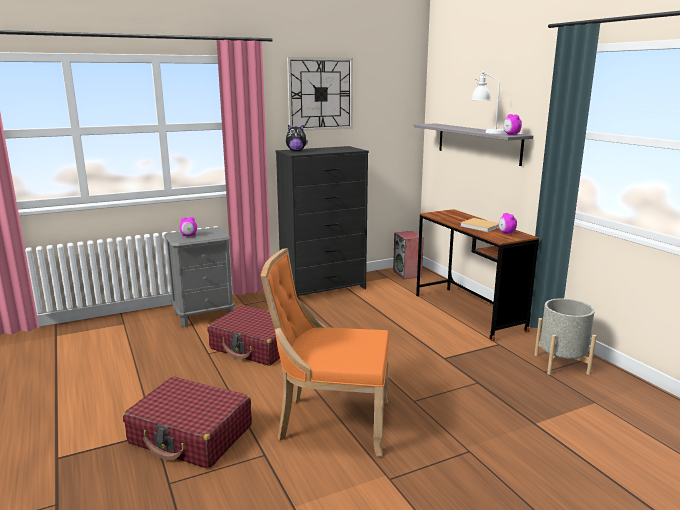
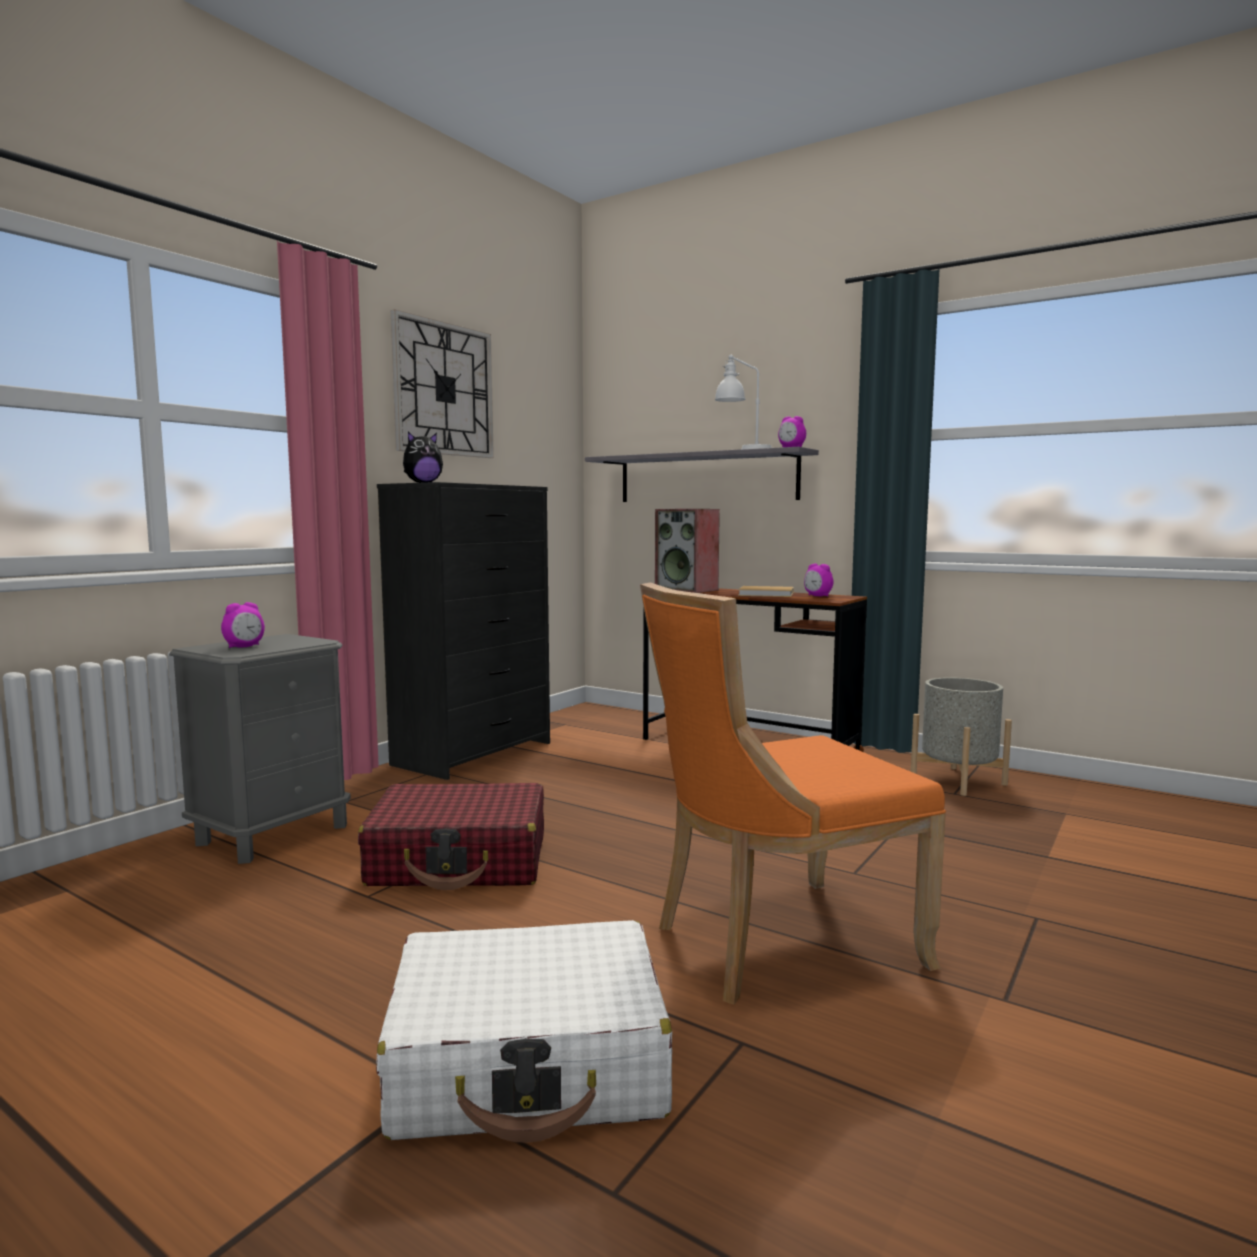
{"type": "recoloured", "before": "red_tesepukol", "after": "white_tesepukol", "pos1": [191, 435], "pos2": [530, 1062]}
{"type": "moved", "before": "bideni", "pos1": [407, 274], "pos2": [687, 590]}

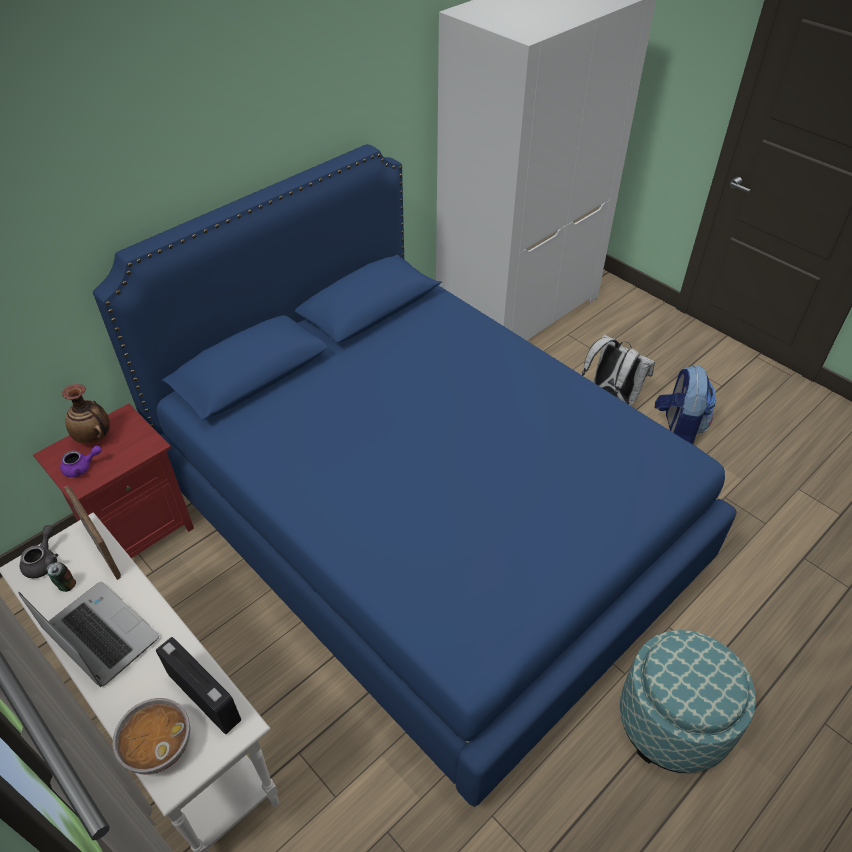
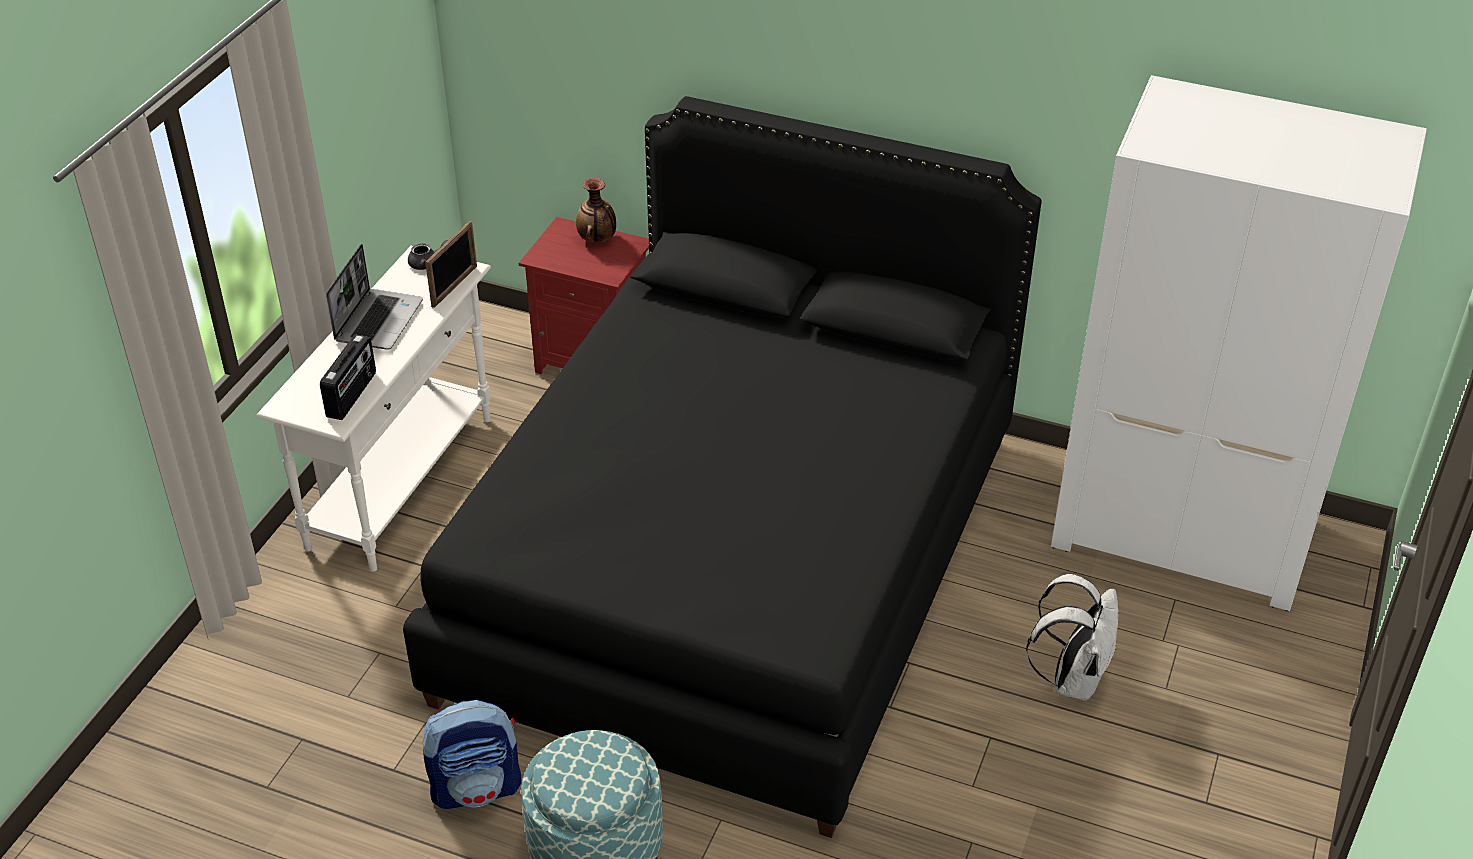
{"type": "recoloured", "before": "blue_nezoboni", "after": "black_nezoboni", "pos1": [425, 524], "pos2": [736, 563]}
{"type": "moved", "before": "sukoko", "pos1": [677, 430], "pos2": [477, 787]}
{"type": "removed", "before": "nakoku", "pos1": [66, 585]}
{"type": "removed", "before": "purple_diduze", "pos1": [82, 467]}
{"type": "removed", "before": "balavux", "pos1": [158, 745]}

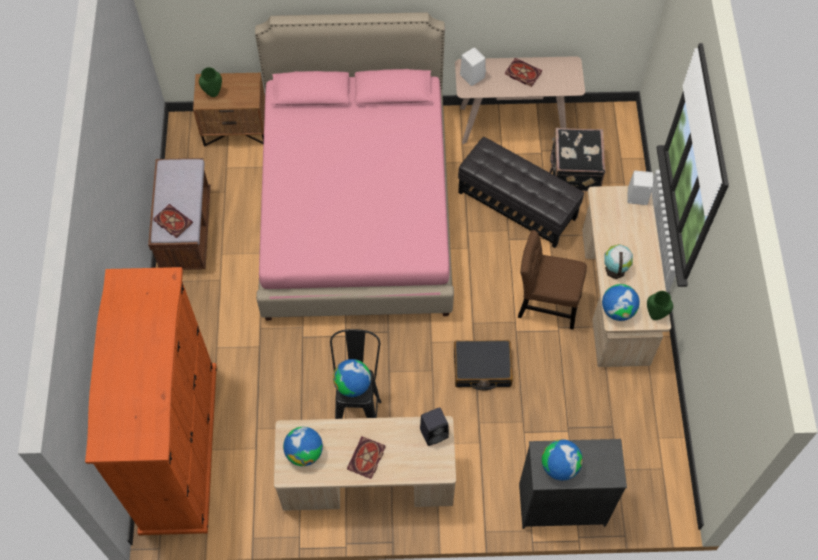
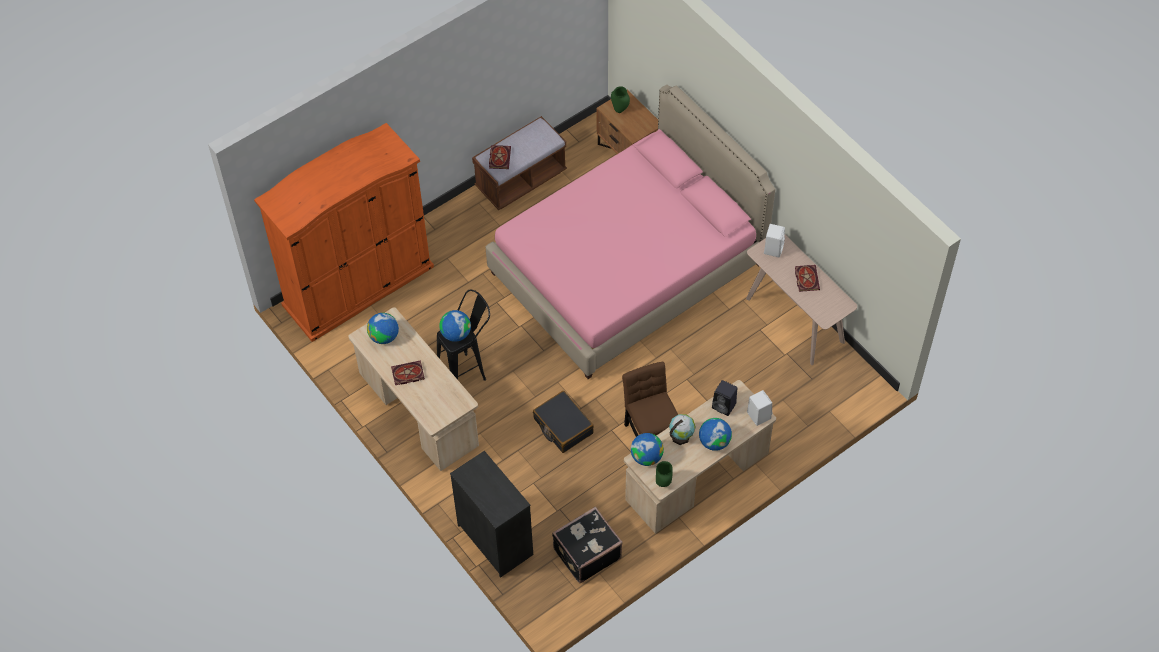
{"type": "moved", "before": "black_tesepukol", "pos1": [574, 170], "pos2": [586, 553]}
{"type": "moved", "before": "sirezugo", "pos1": [559, 466], "pos2": [714, 442]}
{"type": "moved", "before": "black_bideni", "pos1": [434, 432], "pos2": [724, 406]}
{"type": "removed", "before": "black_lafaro", "pos1": [517, 204]}

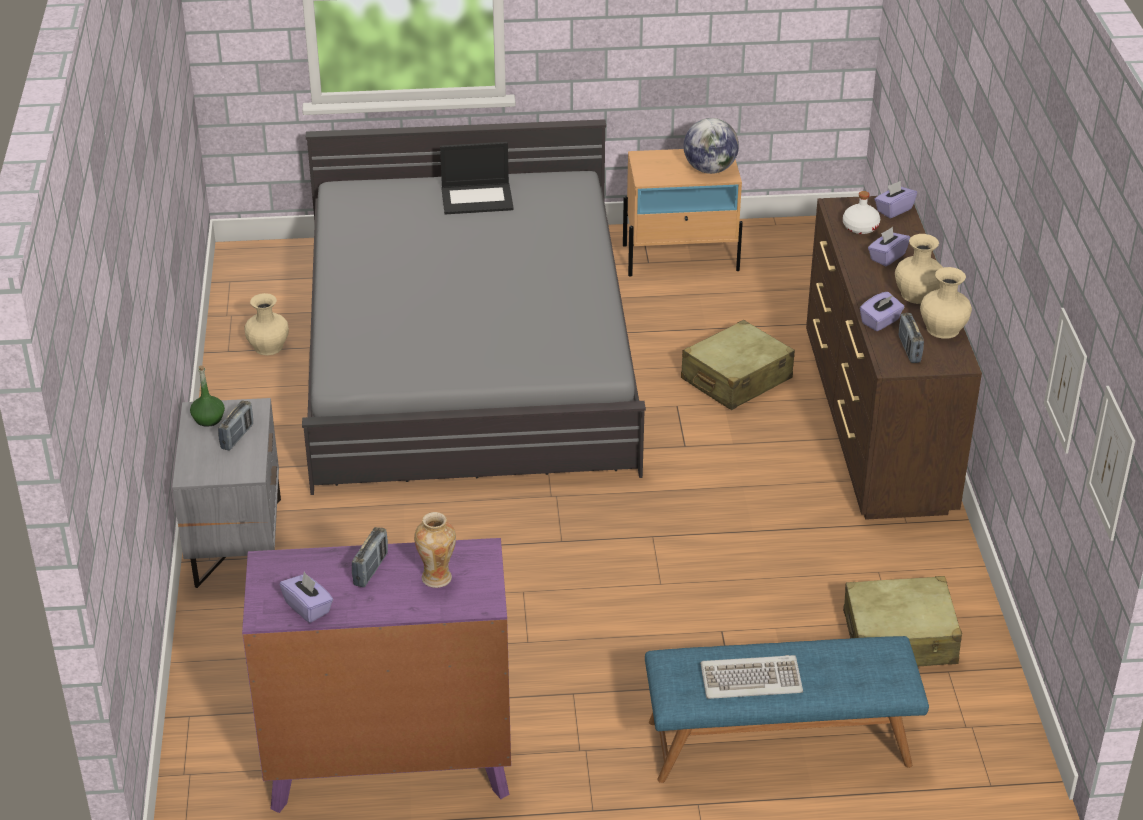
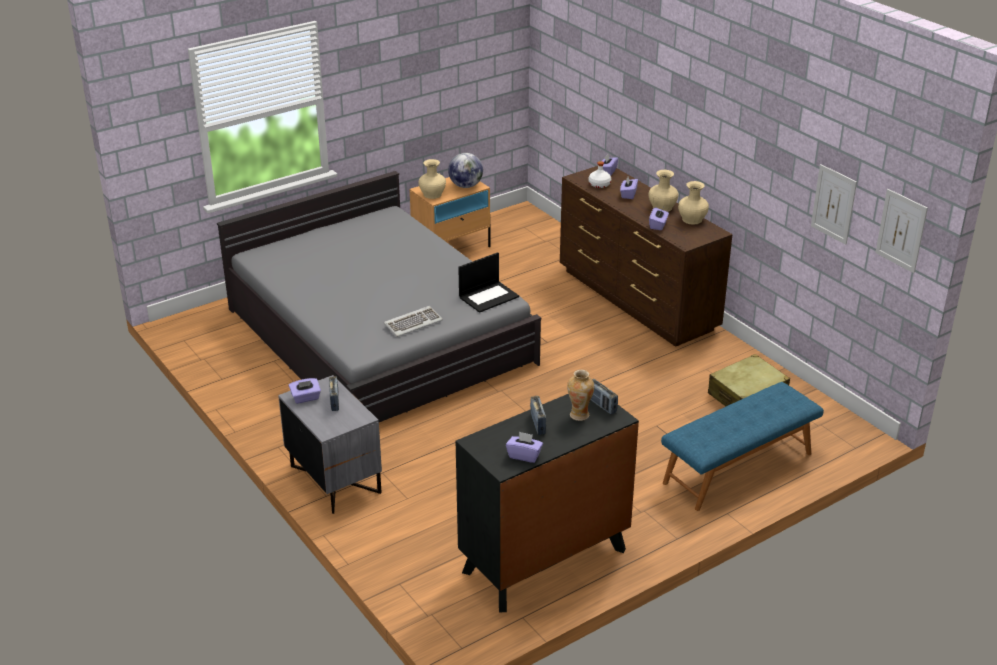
{"type": "replaced", "before": "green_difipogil", "after": "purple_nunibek", "pos1": [208, 419], "pos2": [305, 398]}
{"type": "moved", "before": "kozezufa", "pos1": [751, 679], "pos2": [413, 323]}
{"type": "moved", "before": "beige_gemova", "pos1": [268, 346], "pos2": [432, 194]}
{"type": "recoloured", "before": "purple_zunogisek", "after": "black_zunogisek", "pos1": [389, 764], "pos2": [544, 561]}
{"type": "moved", "before": "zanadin", "pos1": [478, 198], "pos2": [489, 296]}
{"type": "moved", "before": "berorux", "pos1": [909, 349], "pos2": [601, 405]}
{"type": "removed", "before": "beige_tesepukol", "pos1": [736, 379]}

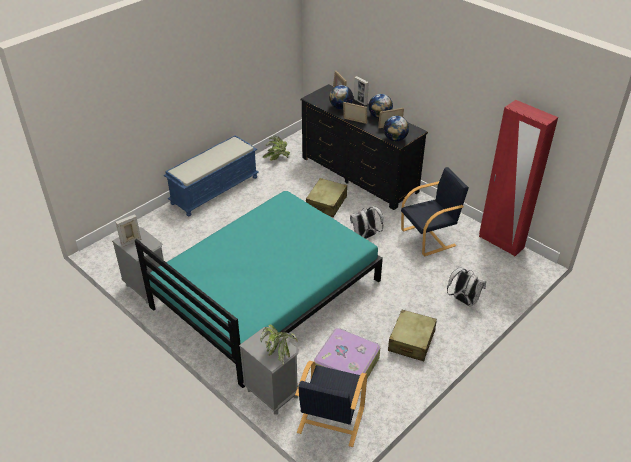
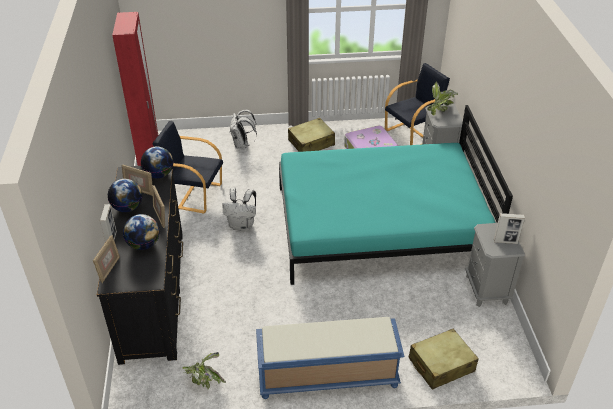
{"type": "moved", "before": "beige_tesepukol", "pos1": [326, 203], "pos2": [441, 365]}

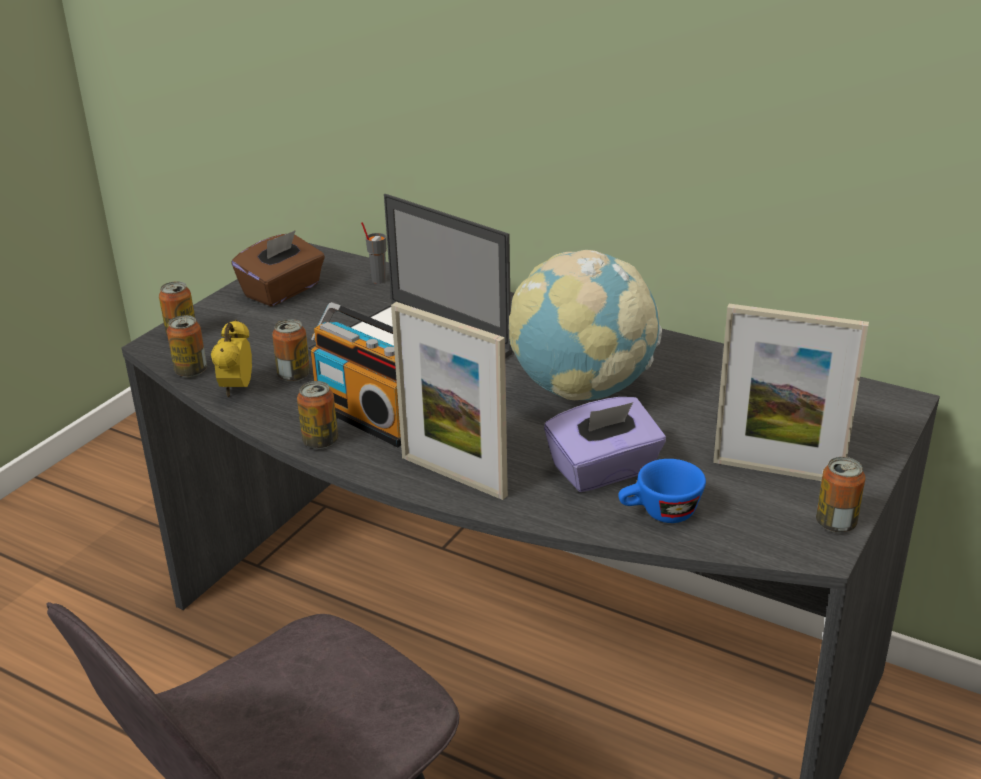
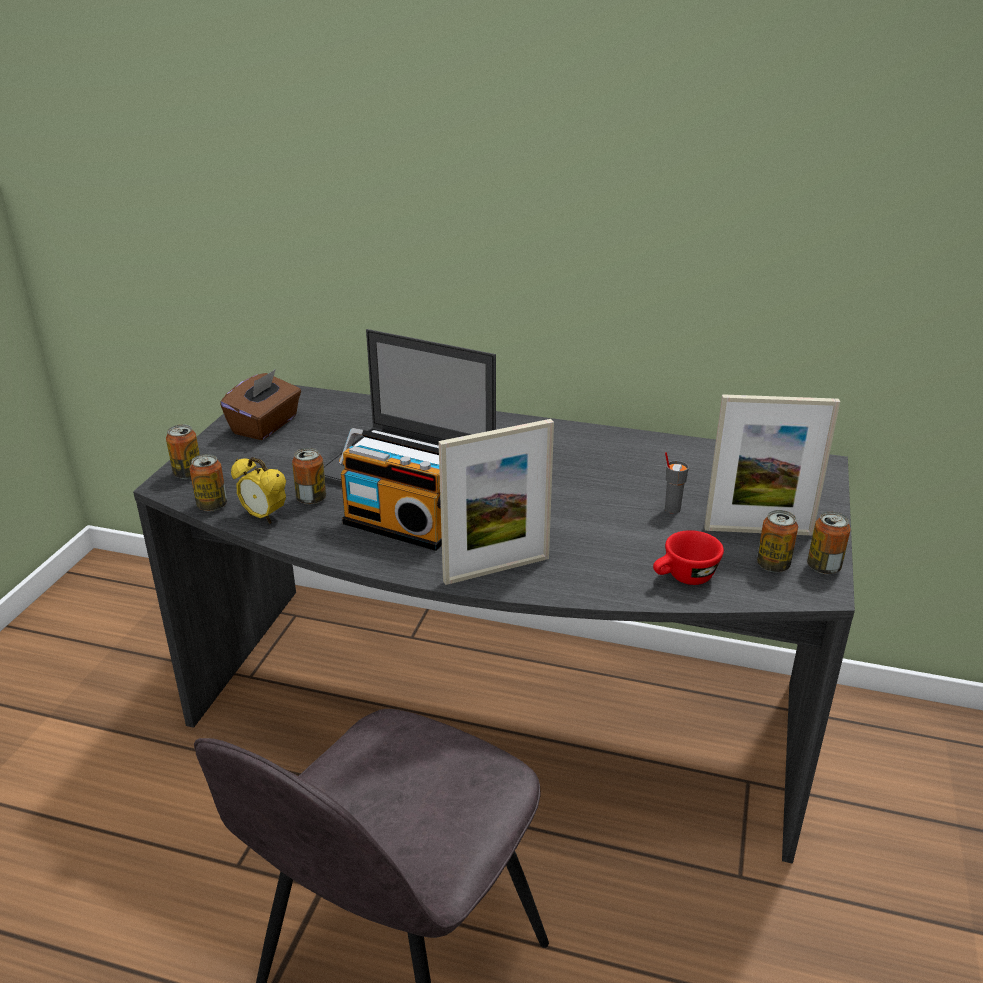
{"type": "turned", "before": "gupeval", "pos1": [237, 389], "pos2": [264, 517], "turn": -45}
{"type": "turned", "before": "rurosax", "pos1": [453, 476], "pos2": [496, 569], "turn": -45}
{"type": "recoloured", "before": "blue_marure", "after": "red_marure", "pos1": [660, 514], "pos2": [684, 578]}
{"type": "moved", "before": "grey_marure", "pos1": [378, 280], "pos2": [671, 509]}
{"type": "moved", "before": "nakoku", "pos1": [320, 441], "pos2": [773, 565]}
{"type": "removed", "before": "sirezugo", "pos1": [582, 390]}
{"type": "removed", "before": "purple_nunibek", "pos1": [604, 471]}

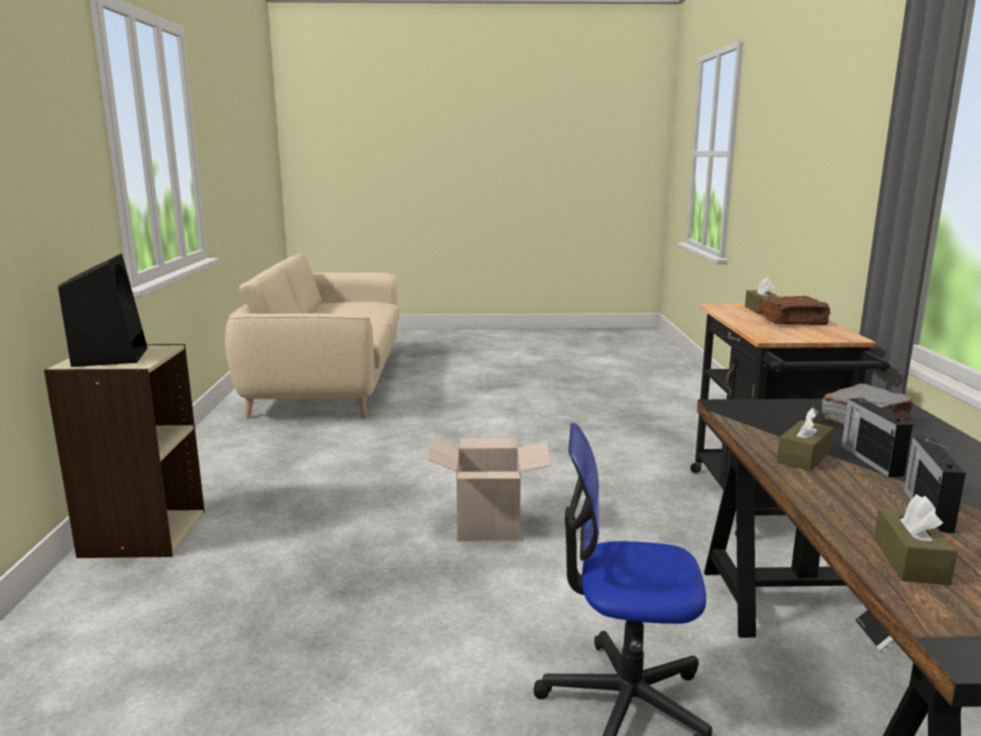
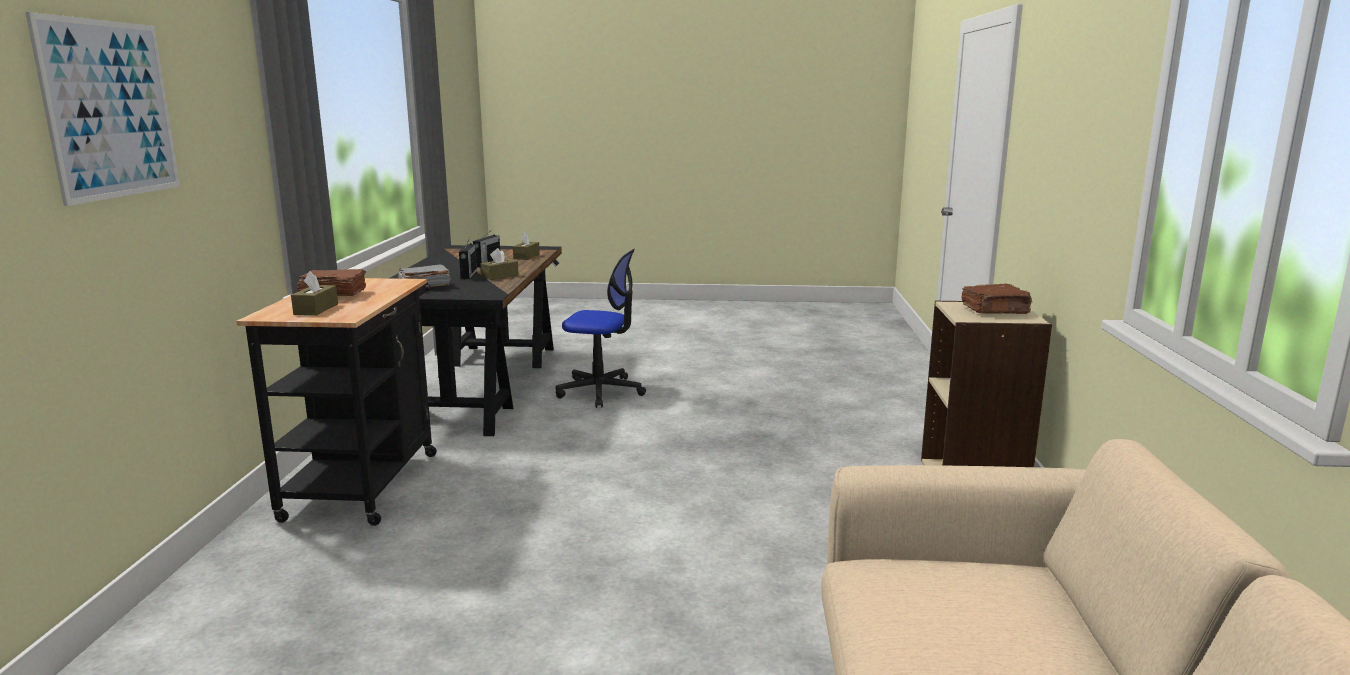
{"type": "added", "after": "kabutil", "pos2": [110, 109]}
{"type": "replaced", "before": "black_bideni", "after": "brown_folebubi", "pos1": [110, 356], "pos2": [995, 310]}
{"type": "removed", "before": "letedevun", "pos1": [488, 527]}

